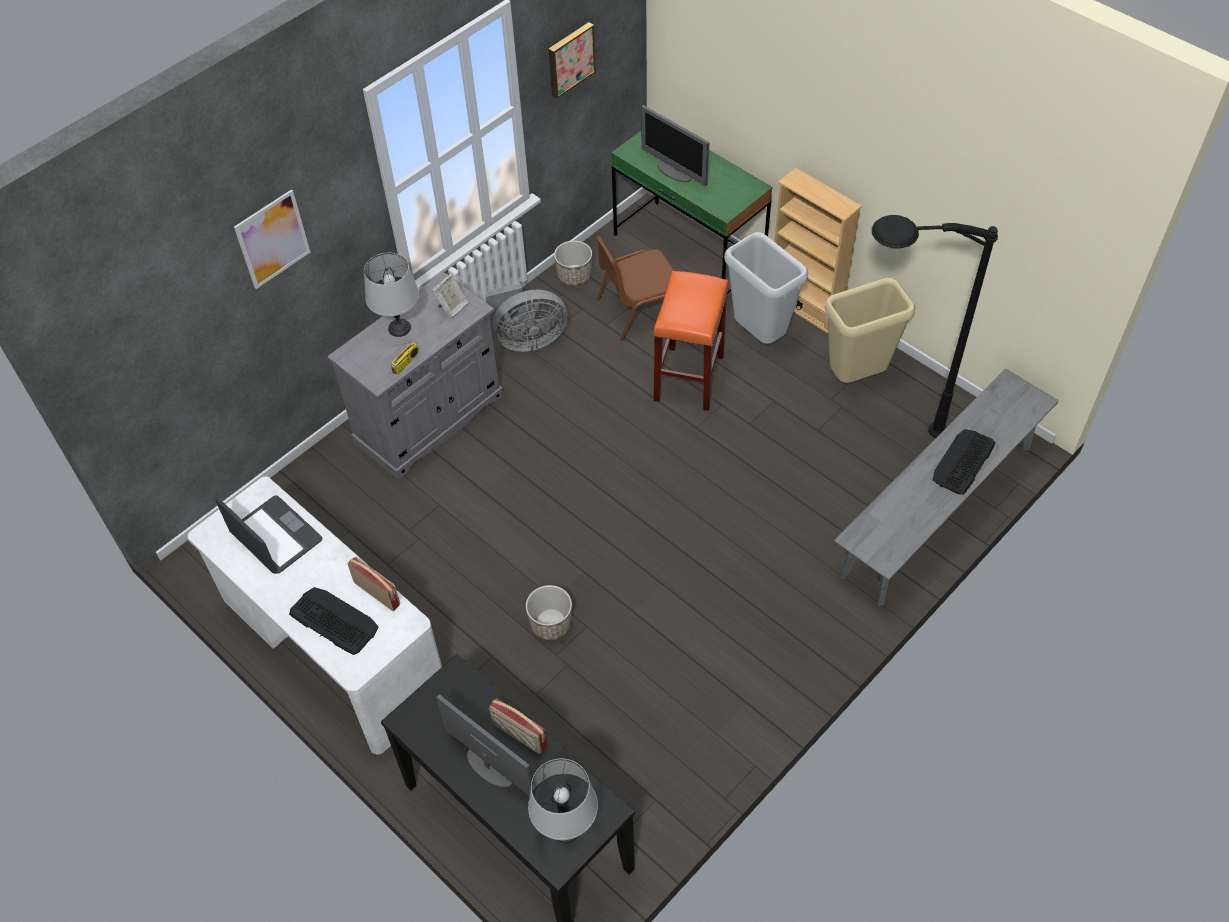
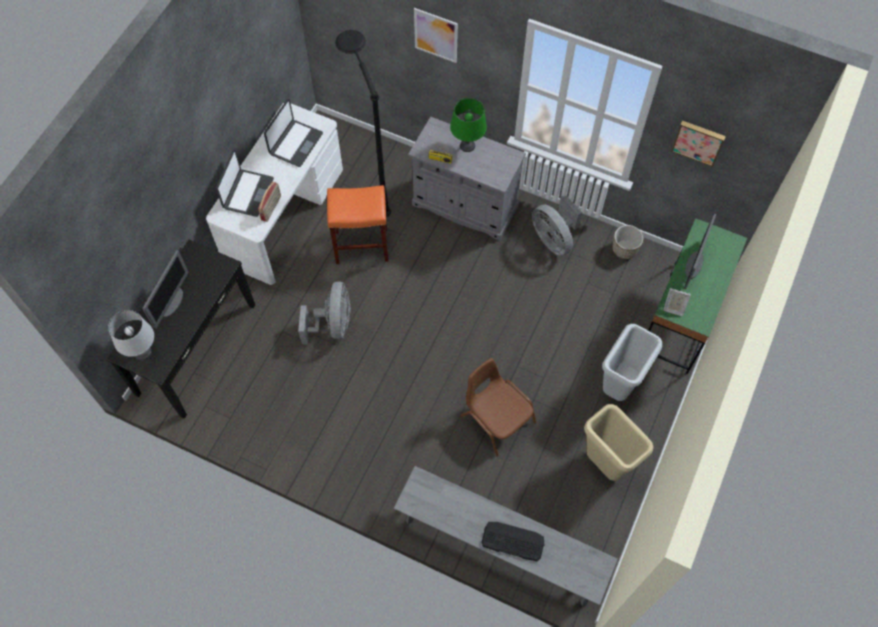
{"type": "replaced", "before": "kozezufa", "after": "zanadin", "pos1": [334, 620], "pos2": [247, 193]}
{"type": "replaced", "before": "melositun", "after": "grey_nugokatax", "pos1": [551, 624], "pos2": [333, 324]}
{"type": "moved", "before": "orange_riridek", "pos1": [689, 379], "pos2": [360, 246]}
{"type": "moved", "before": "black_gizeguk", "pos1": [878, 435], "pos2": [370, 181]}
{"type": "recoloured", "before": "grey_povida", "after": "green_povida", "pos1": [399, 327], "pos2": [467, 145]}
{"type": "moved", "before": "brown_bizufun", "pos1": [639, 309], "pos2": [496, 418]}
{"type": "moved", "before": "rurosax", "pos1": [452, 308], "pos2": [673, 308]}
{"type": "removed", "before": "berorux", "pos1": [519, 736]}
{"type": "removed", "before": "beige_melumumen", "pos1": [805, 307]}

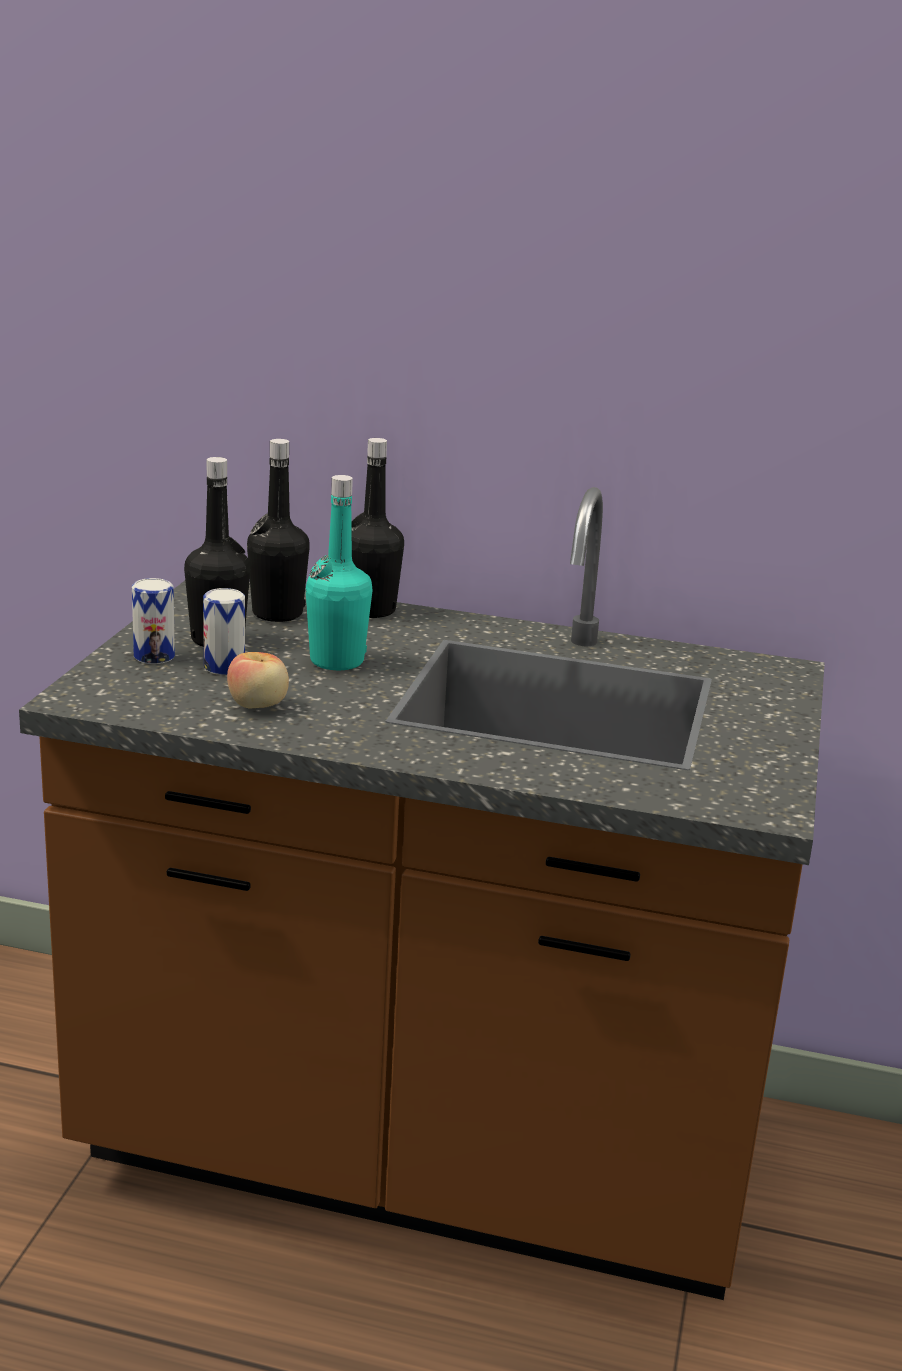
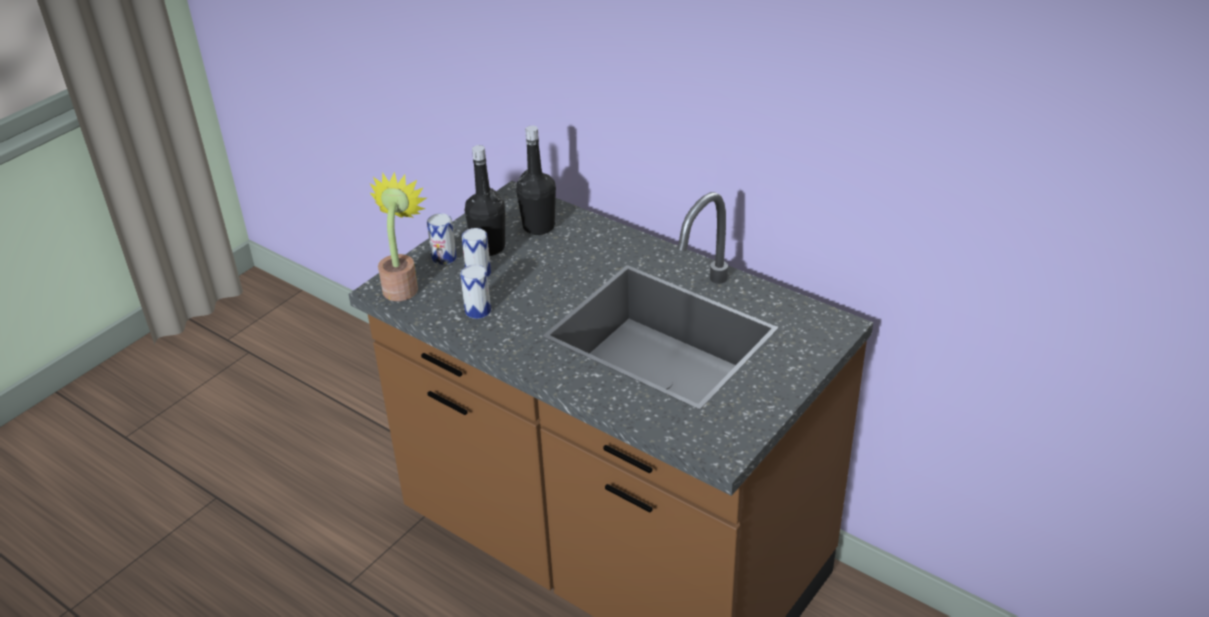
{"type": "added", "after": "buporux", "pos2": [402, 285]}
{"type": "replaced", "before": "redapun", "after": "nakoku", "pos1": [258, 705], "pos2": [478, 311]}
{"type": "removed", "before": "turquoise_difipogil", "pos1": [337, 661]}
{"type": "removed", "before": "black_difipogil", "pos1": [371, 610]}

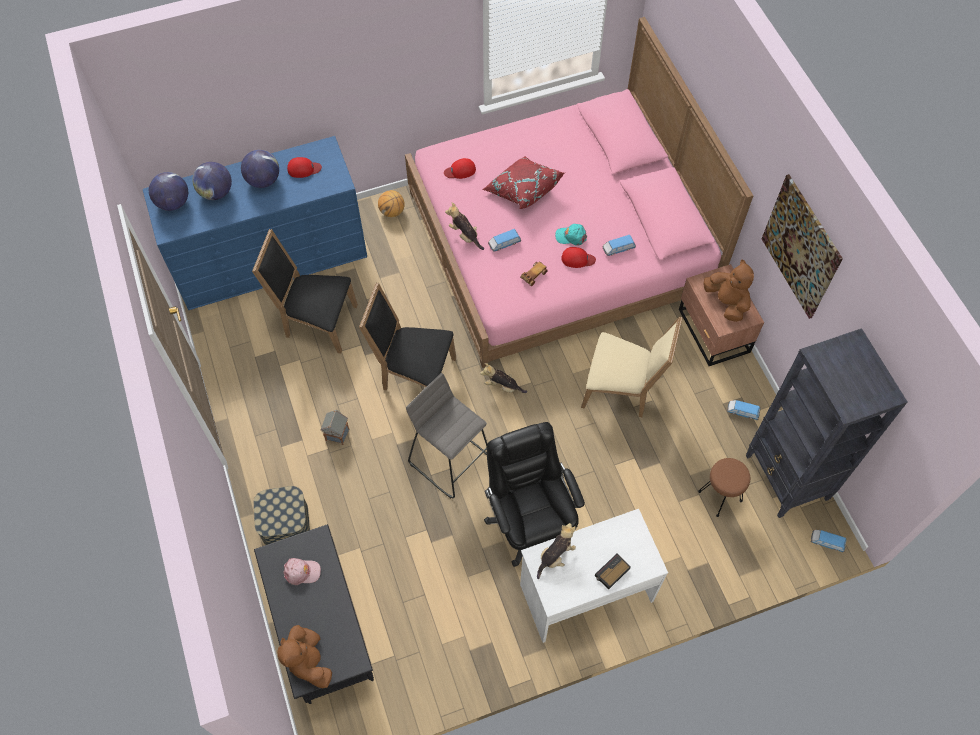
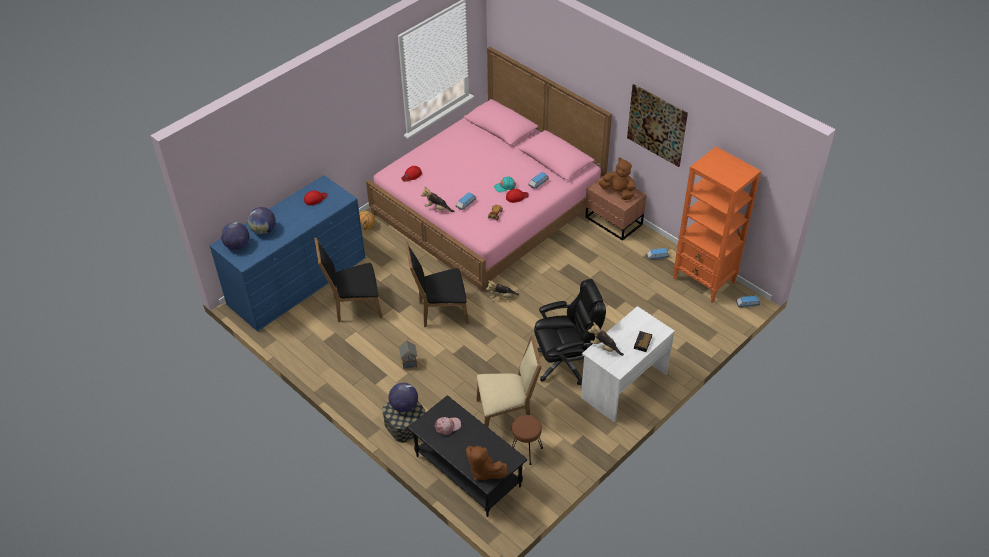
{"type": "moved", "before": "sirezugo", "pos1": [263, 180], "pos2": [404, 406]}
{"type": "moved", "before": "beige_bizufun", "pos1": [621, 390], "pos2": [507, 414]}
{"type": "moved", "before": "brown_riridek", "pos1": [719, 496], "pos2": [526, 451]}
{"type": "turned", "before": "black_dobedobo", "pos1": [530, 521], "pos2": [565, 362], "turn": 120}
{"type": "turned", "before": "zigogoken", "pos1": [555, 556], "pos2": [604, 347], "turn": -75}
{"type": "recoloured", "before": "black_melumumen", "after": "orange_melumumen", "pos1": [787, 478], "pos2": [704, 281]}
{"type": "removed", "before": "grey_riridek", "pos1": [451, 460]}
{"type": "removed", "before": "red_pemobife", "pos1": [522, 190]}

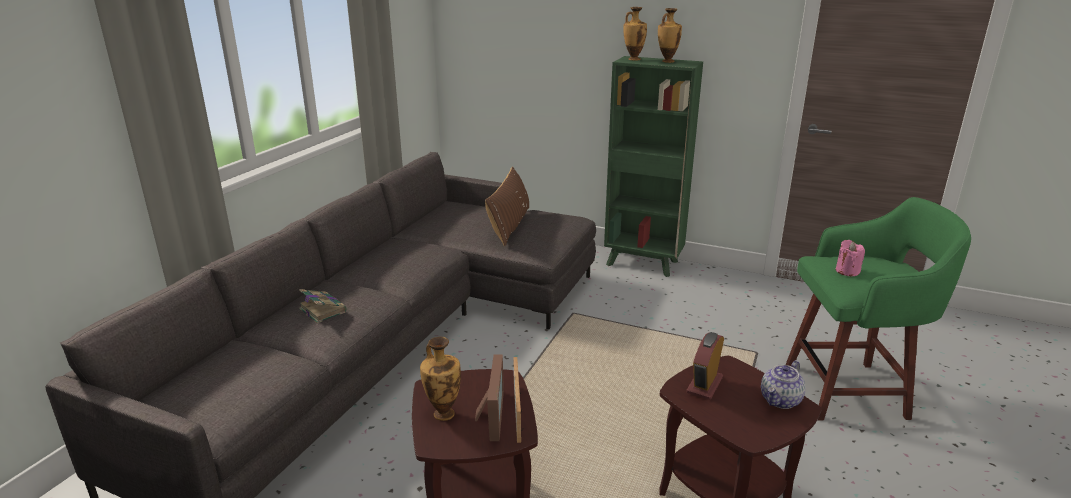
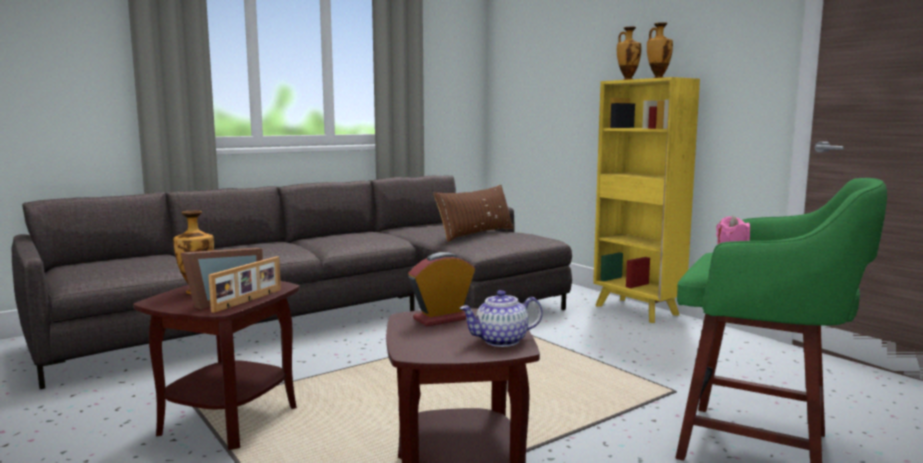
{"type": "recoloured", "before": "green_melumumen", "after": "yellow_melumumen", "pos1": [643, 263], "pos2": [637, 311]}
{"type": "removed", "before": "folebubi", "pos1": [322, 310]}

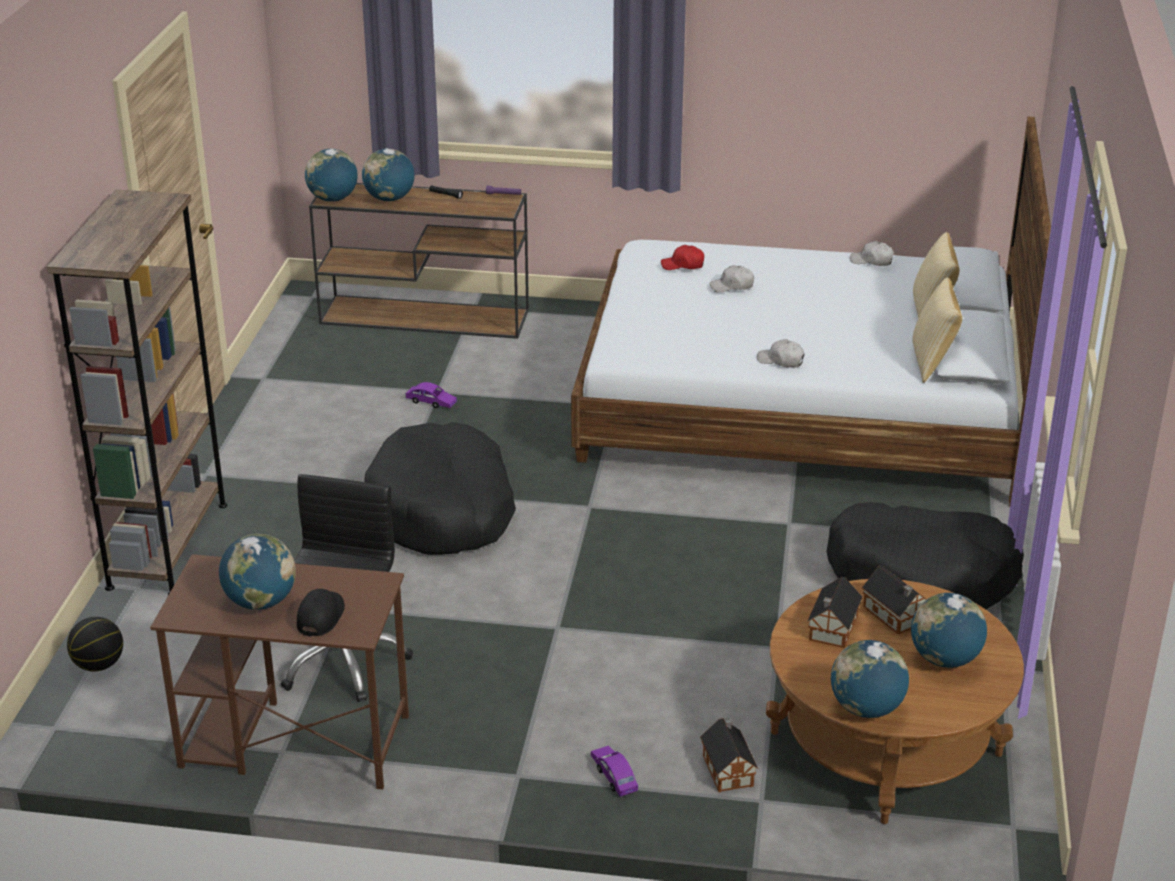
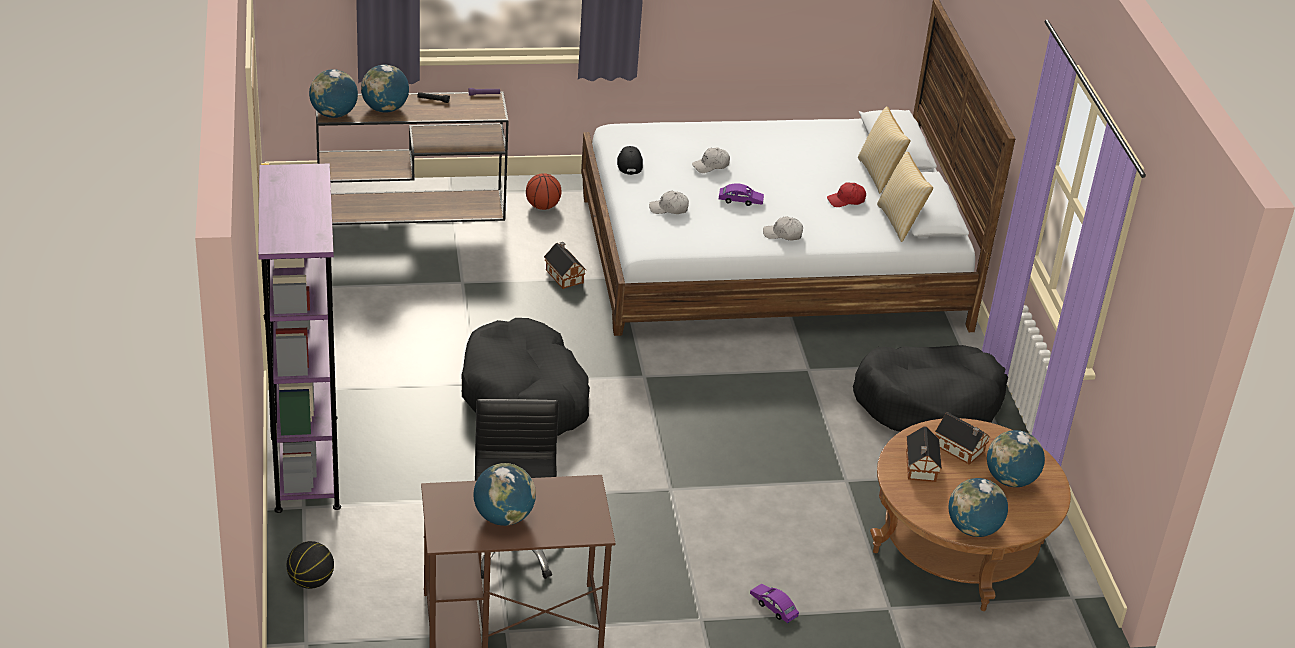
{"type": "recoloured", "before": "brown_melumumen", "after": "purple_melumumen", "pos1": [168, 545], "pos2": [306, 462]}
{"type": "added", "after": "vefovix", "pos2": [542, 206]}
{"type": "moved", "before": "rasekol", "pos1": [727, 769], "pos2": [564, 275]}
{"type": "moved", "before": "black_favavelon", "pos1": [321, 617], "pos2": [629, 164]}
{"type": "moved", "before": "white_favavelon", "pos1": [871, 261], "pos2": [669, 209]}
{"type": "moved", "before": "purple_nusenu", "pos1": [431, 402], "pos2": [740, 201]}
{"type": "moved", "before": "red_favavelon", "pos1": [683, 265], "pos2": [846, 200]}

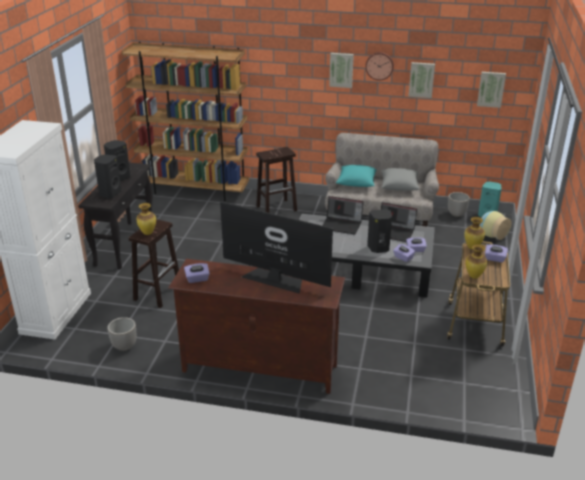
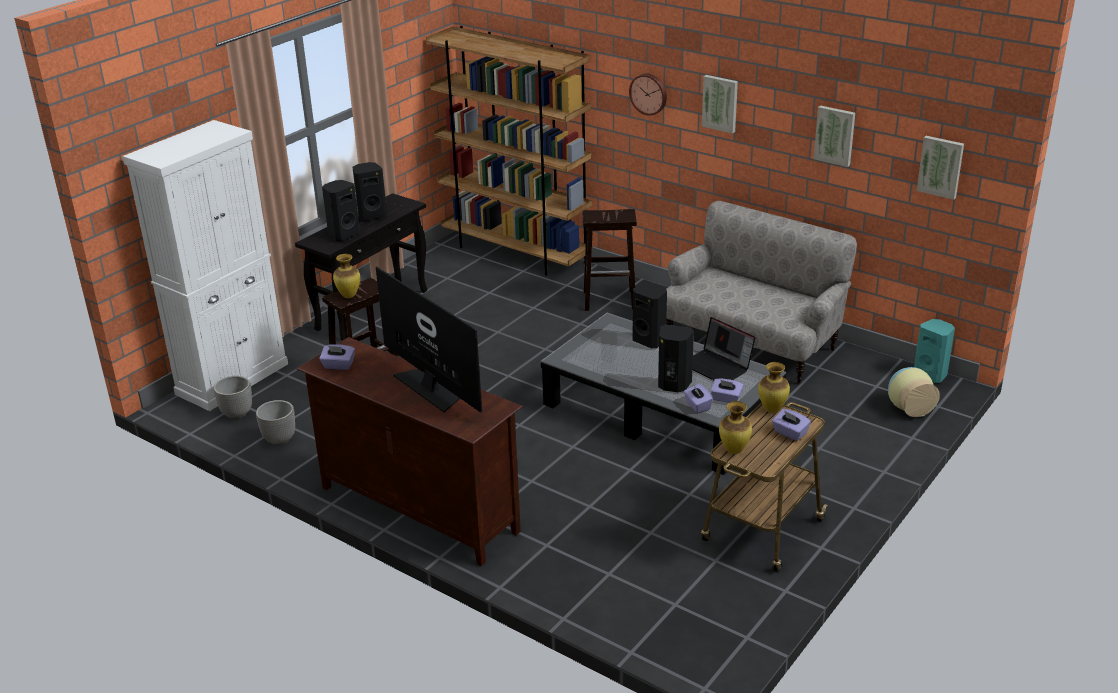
{"type": "moved", "before": "melositun", "pos1": [456, 214], "pos2": [237, 414]}
{"type": "moved", "before": "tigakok", "pos1": [379, 65], "pos2": [649, 93]}
{"type": "replaced", "before": "zanadin", "after": "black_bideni", "pos1": [342, 225], "pos2": [650, 340]}
{"type": "removed", "before": "turquoise_pemobife", "pos1": [356, 183]}
{"type": "removed", "before": "grey_pemobife", "pos1": [399, 187]}

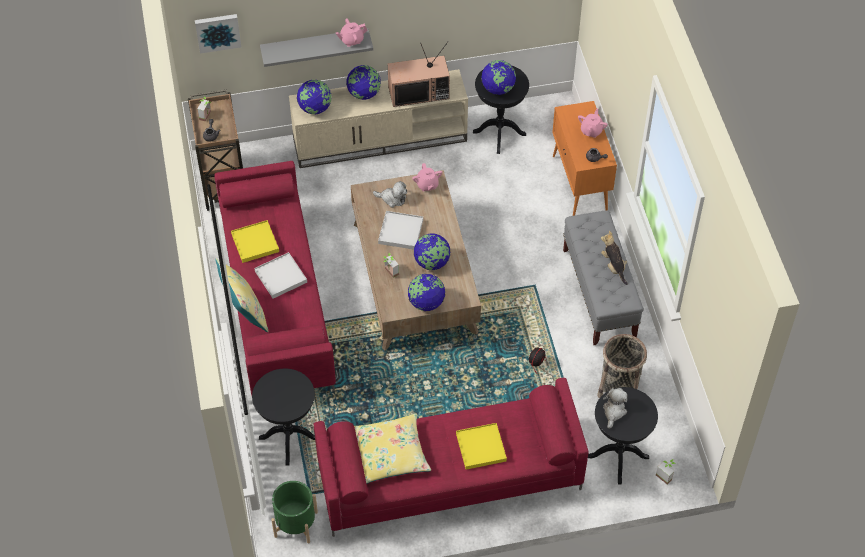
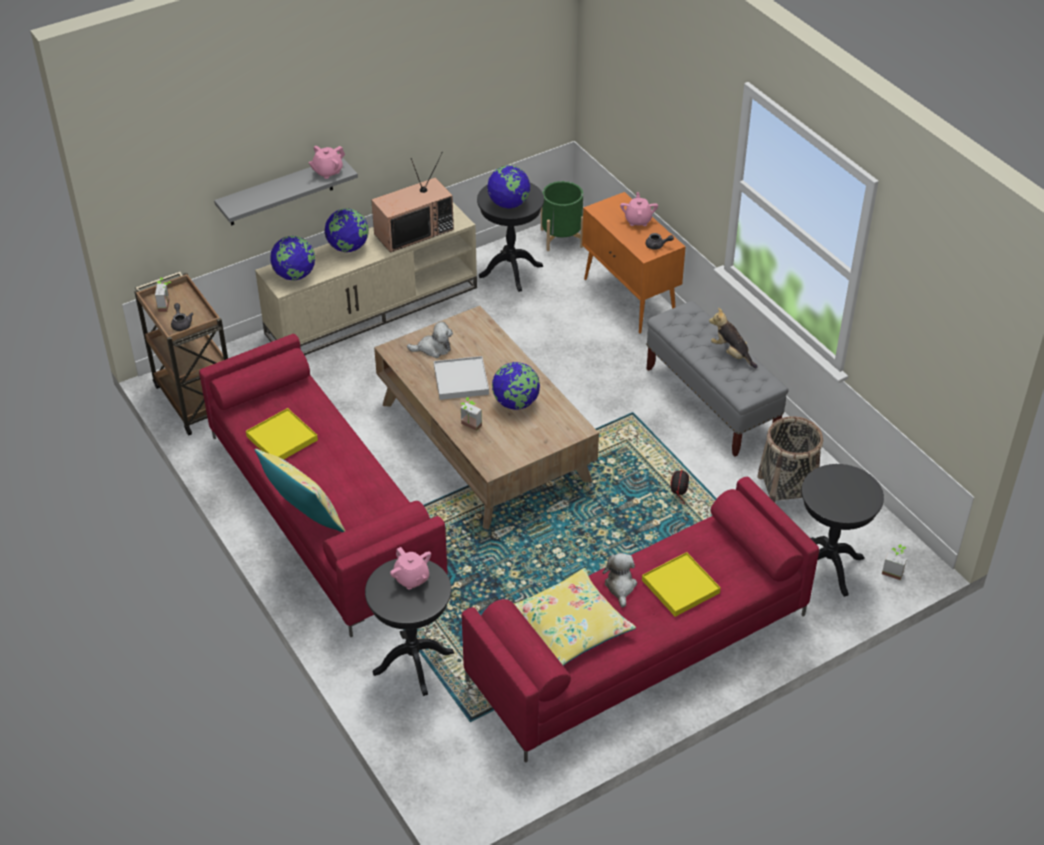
{"type": "moved", "before": "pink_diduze", "pos1": [427, 185], "pos2": [411, 579]}
{"type": "moved", "before": "green_melositun", "pos1": [296, 524], "pos2": [561, 238]}
{"type": "moved", "before": "zigogoken", "pos1": [614, 411], "pos2": [620, 586]}
{"type": "removed", "before": "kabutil", "pos1": [217, 32]}
{"type": "removed", "before": "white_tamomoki", "pos1": [281, 277]}
{"type": "removed", "before": "sirezugo", "pos1": [426, 303]}

